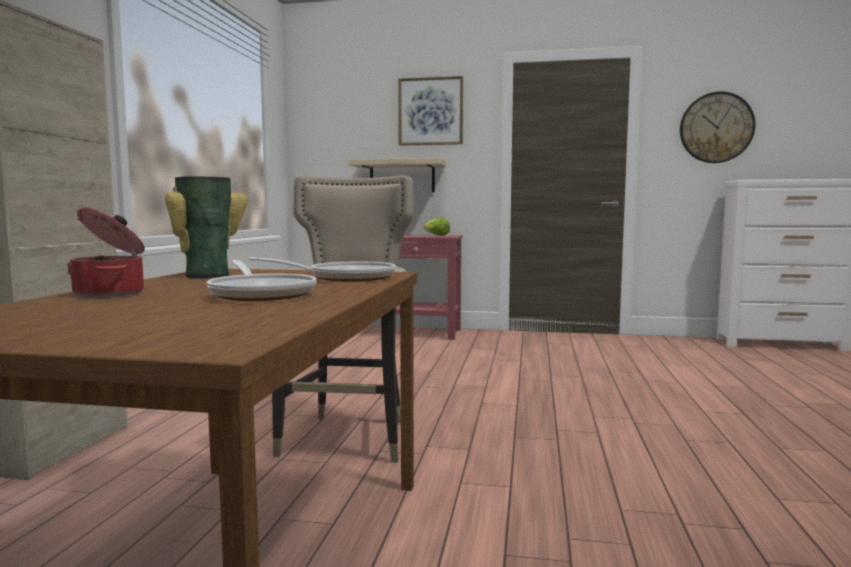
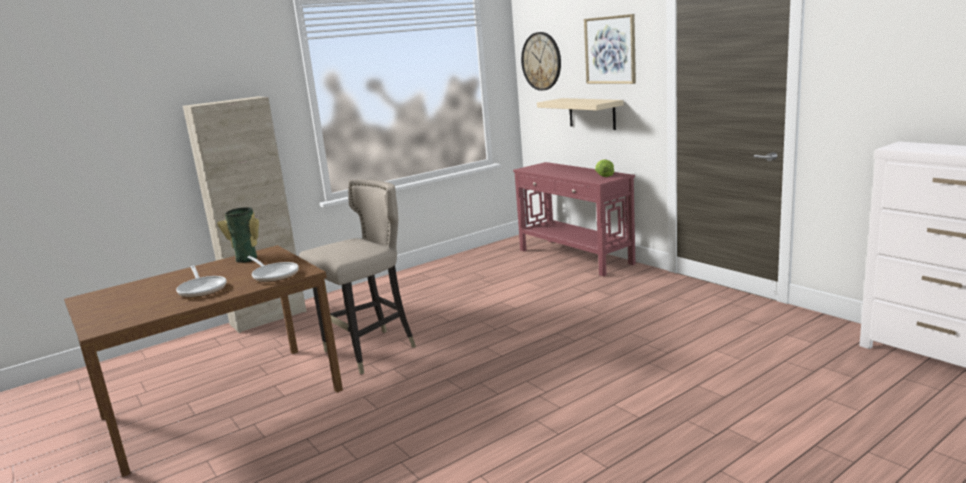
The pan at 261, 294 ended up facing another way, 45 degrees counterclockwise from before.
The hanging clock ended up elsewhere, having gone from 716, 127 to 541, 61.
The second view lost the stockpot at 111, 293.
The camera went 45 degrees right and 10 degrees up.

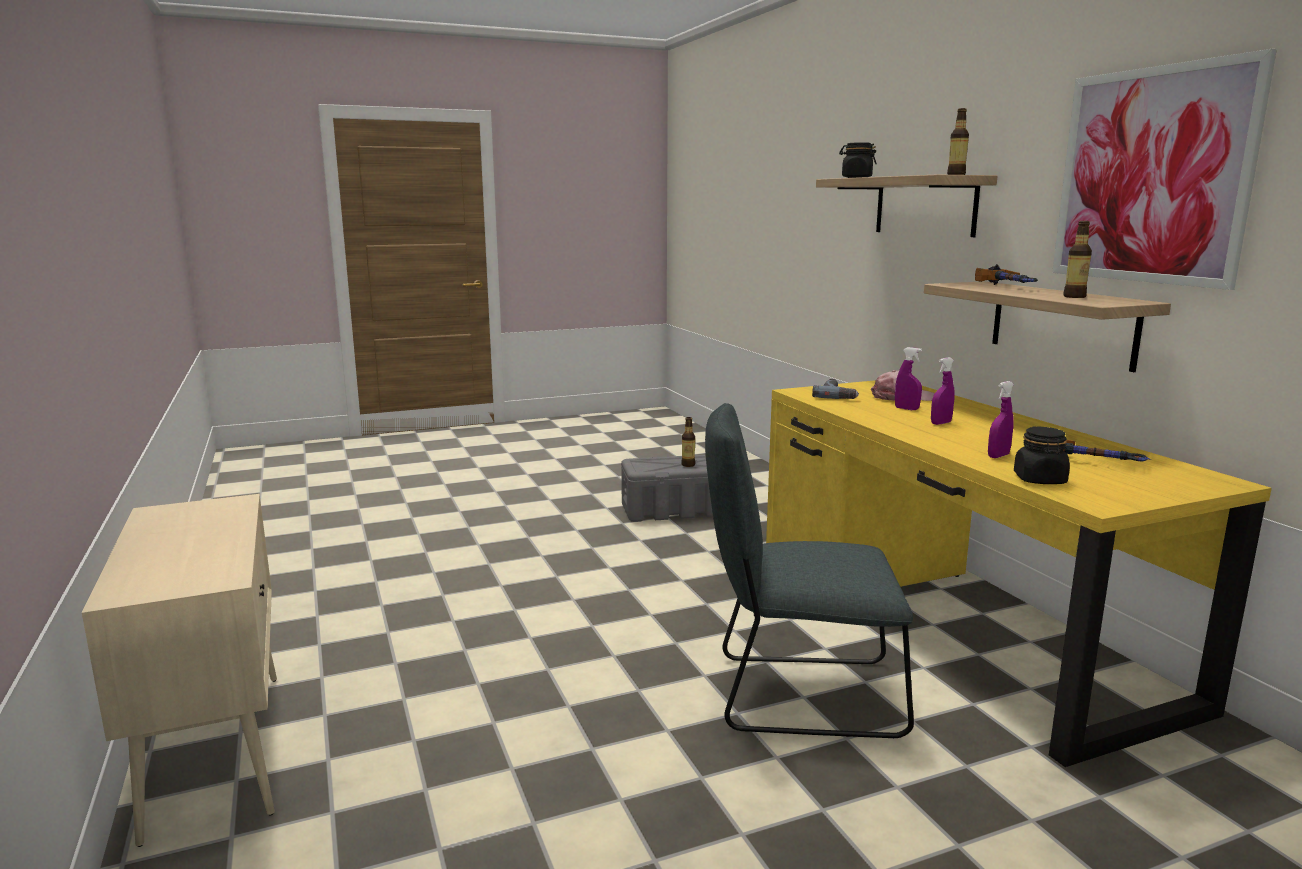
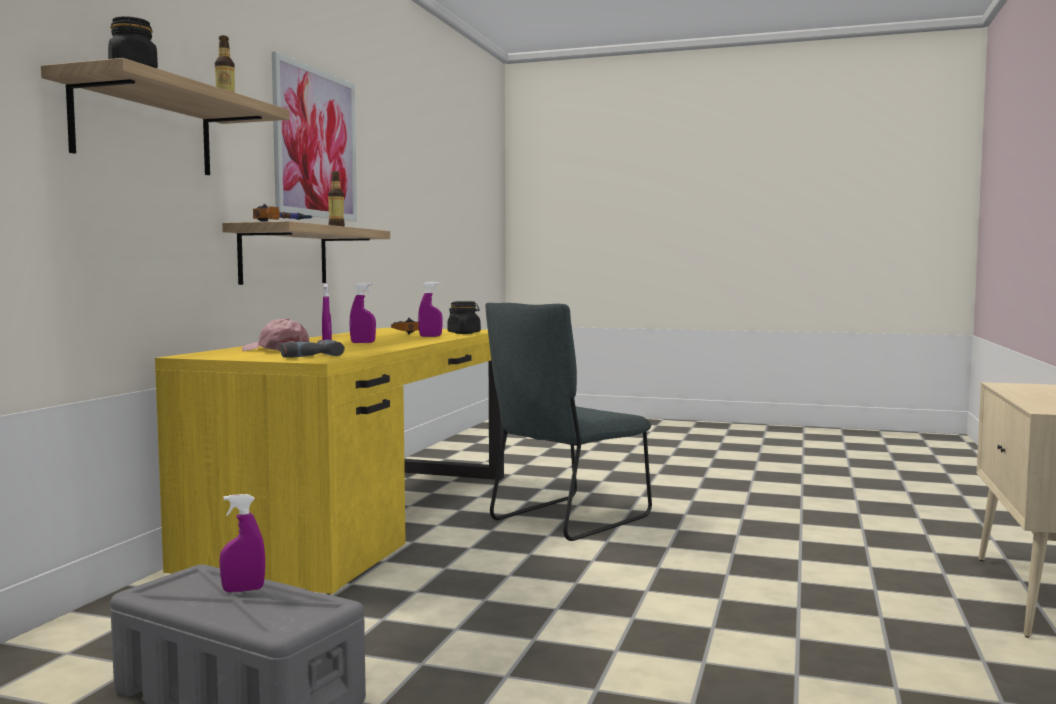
Where the drink bottle stood at 688, 465, the purplish spray bottle came to stand at 243, 590.
The grey upright chair at 798, 695 ended up facing another way, 90 degrees clockwise from before.
The camera went 140 degrees left and 10 degrees down.

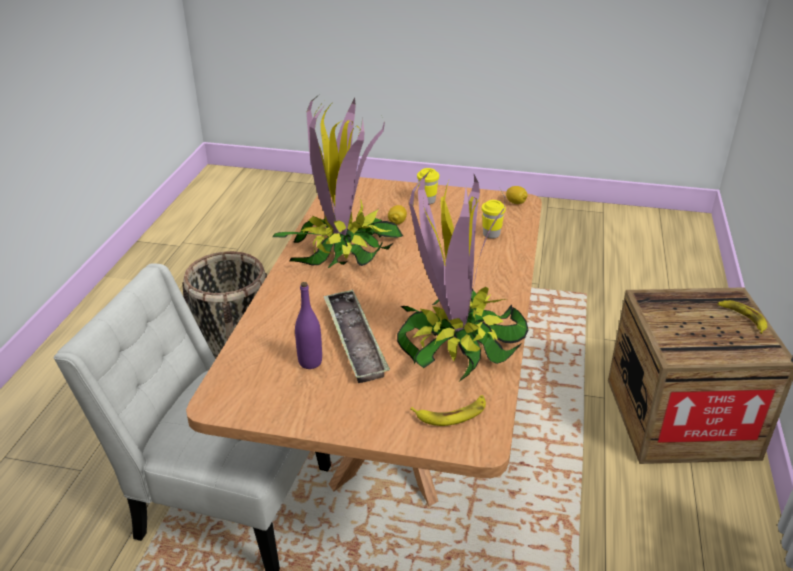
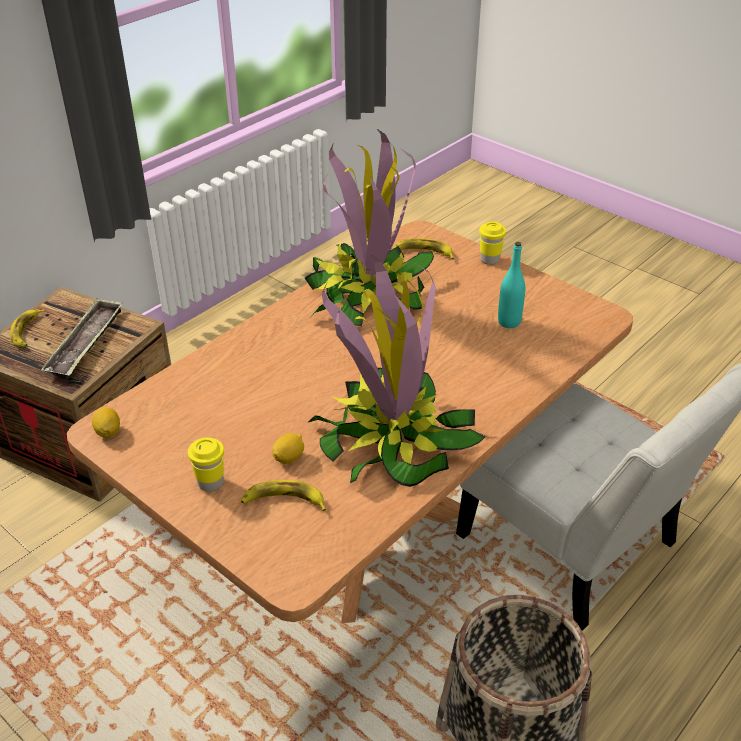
The serving tray ended up elsewhere, having gone from 354, 340 to 86, 343.
The second view gained the banana fruit at 283, 501.
The yellowish small cup ended up elsewhere, having gone from 491, 234 to 489, 260.
What was the purplish drink bottle at 310, 362 turned into the blue-green drink bottle at 509, 322.
The camera went 150 degrees left and 5 degrees up.

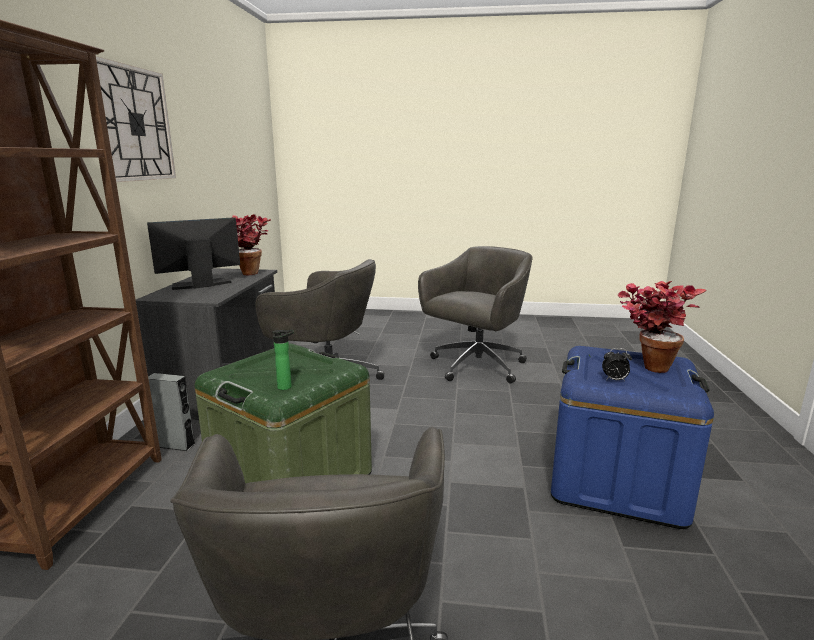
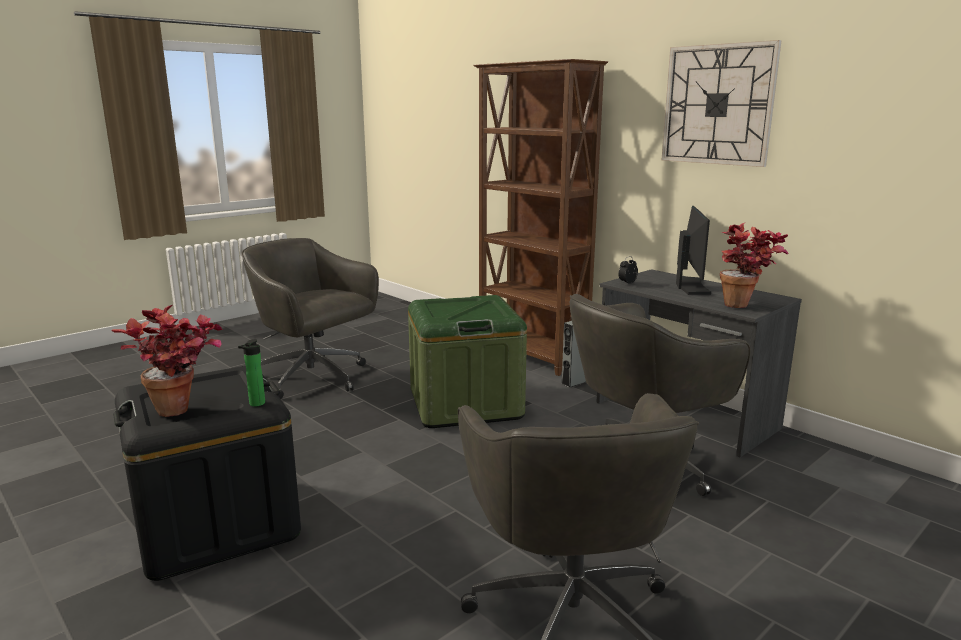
What was the bluish storage box at 617, 481 turned into the blackish storage box at 216, 524.
The drink bottle ended up elsewhere, having gone from 287, 387 to 255, 404.
The bedside clock ended up elsewhere, having gone from 614, 380 to 627, 283.
The camera went 130 degrees right and 0 degrees up.

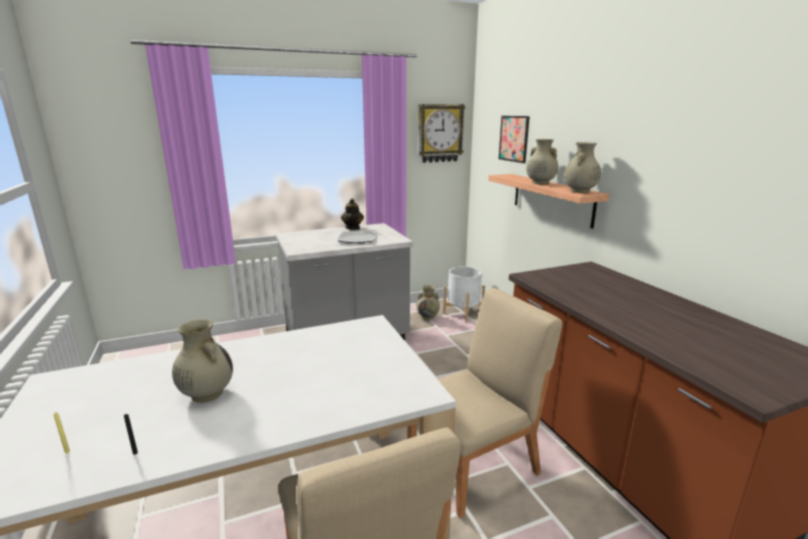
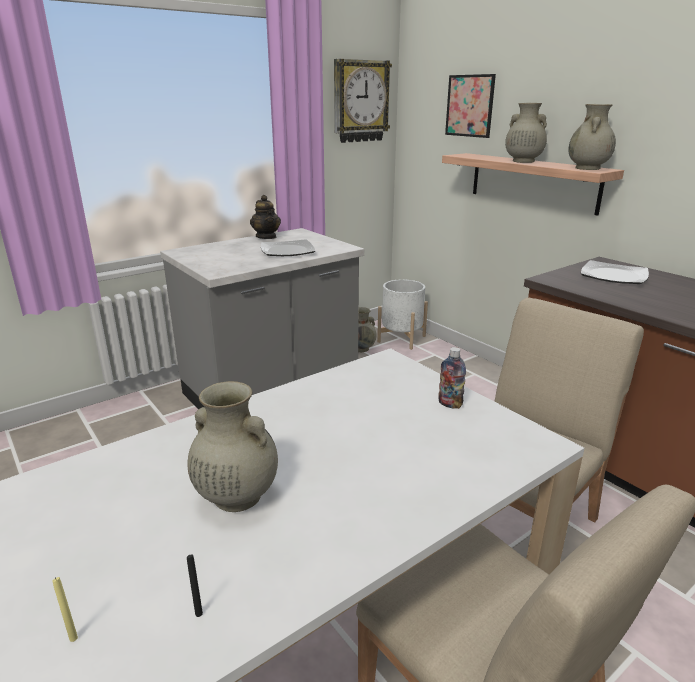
The second view gained the drink bottle at 450, 404.
The second view gained the flat dish at 613, 276.
The camera went 15 degrees left and 5 degrees up.

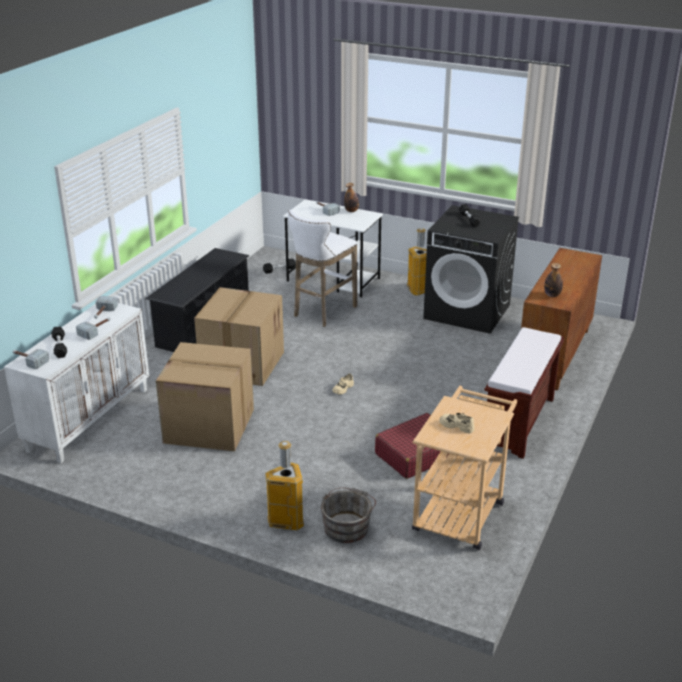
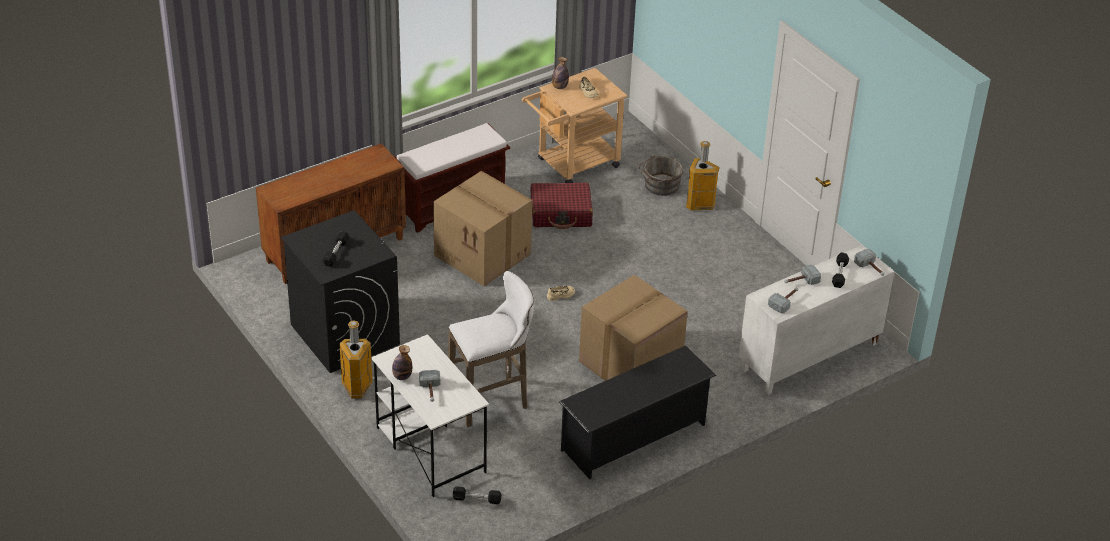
The carton ended up elsewhere, having gone from 208, 426 to 484, 254.
The drink bottle ended up elsewhere, having gone from 552, 295 to 559, 87.
The camera went 150 degrees left and 10 degrees up.

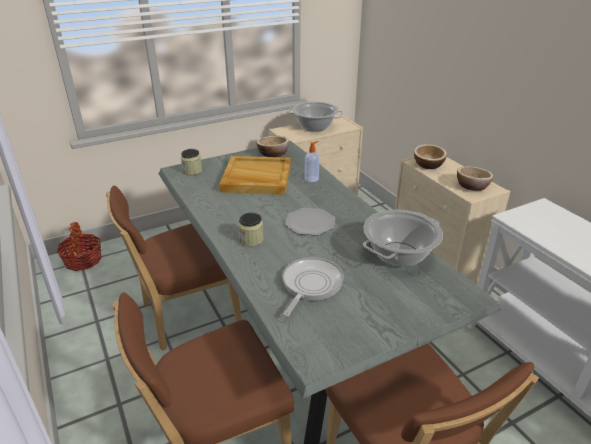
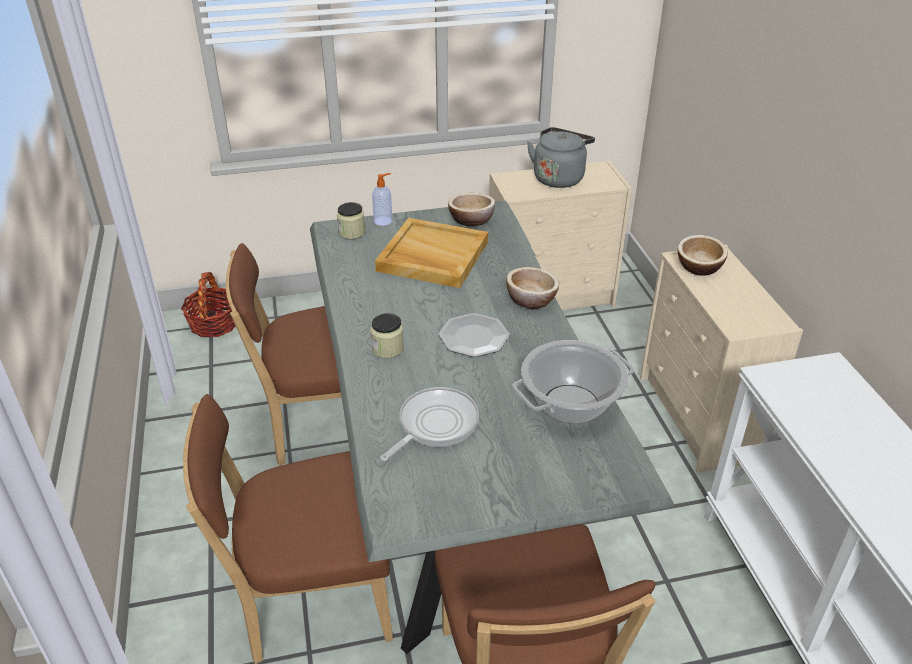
The liquid soap bottle ended up elsewhere, having gone from 312, 178 to 383, 221.
The serving bowl ended up elsewhere, having gone from 472, 186 to 531, 300.
Where the stockpot stood at 315, 126, the grey tea kettle came to stand at 559, 177.
The camera went 15 degrees right and 5 degrees up.

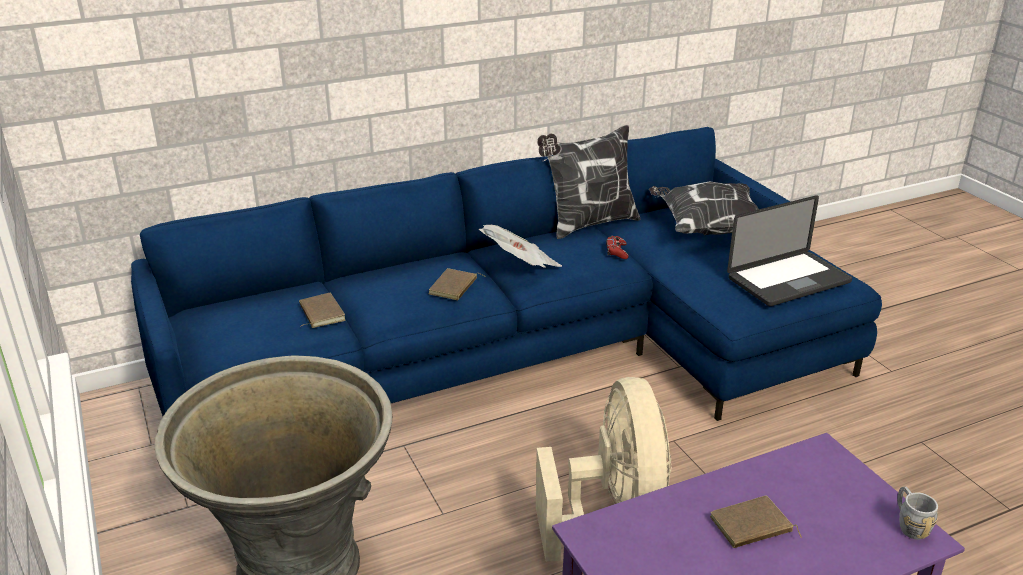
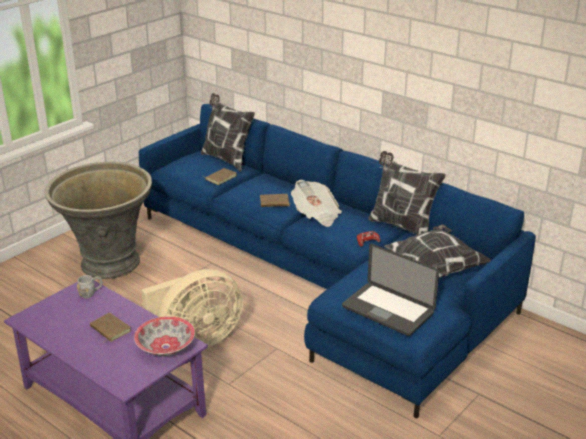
The grey mug ended up elsewhere, having gone from 909, 525 to 91, 293.
The second view gained the serving bowl at 165, 347.
The second view gained the throw pillow at 226, 159.
The camera went 65 degrees right and 0 degrees up.

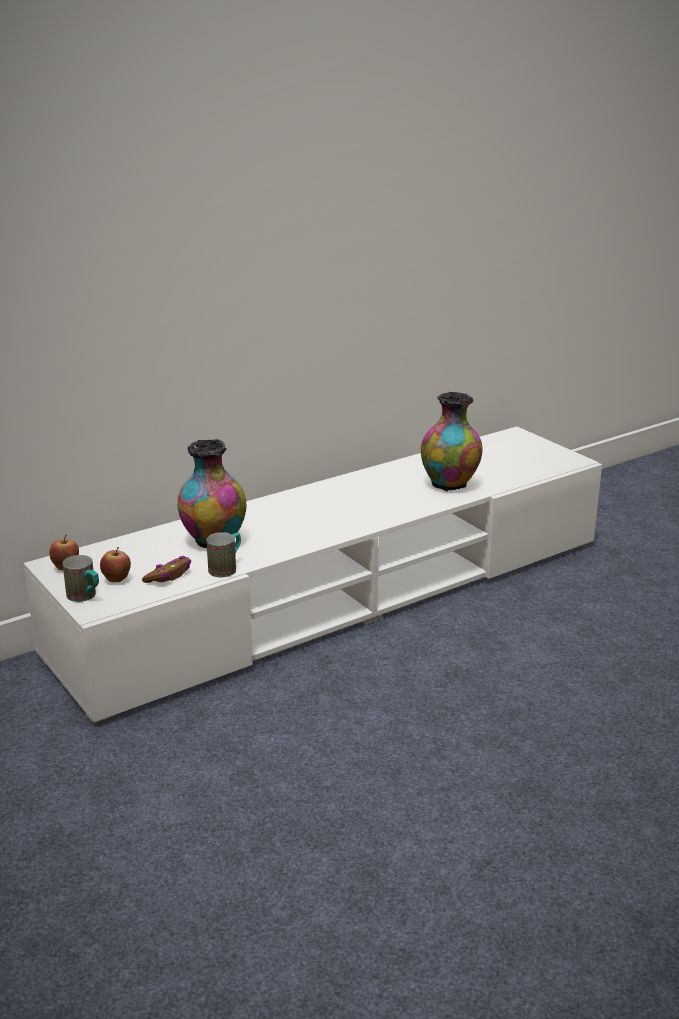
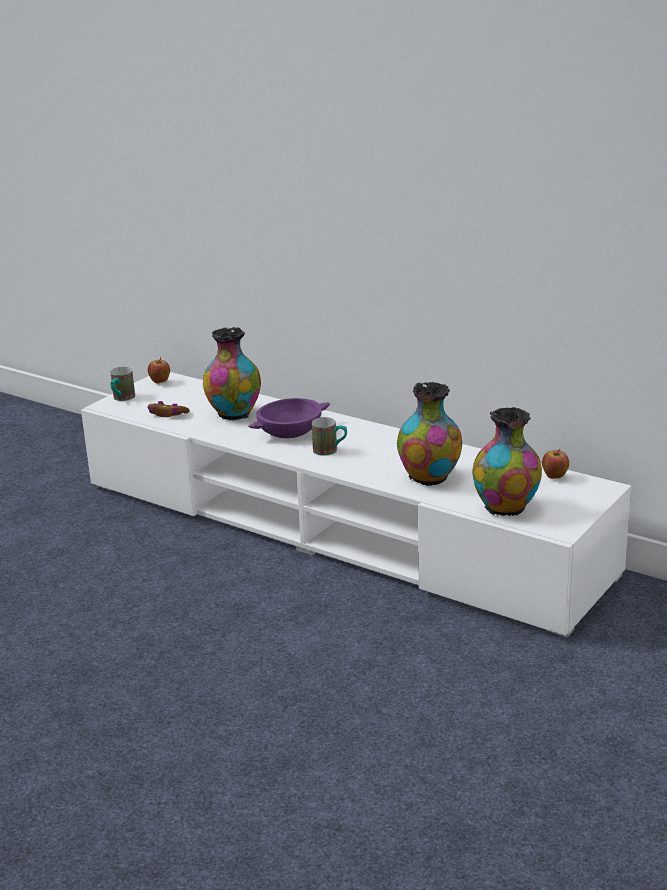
The second view gained the purplish serving bowl at 290, 432.
The mug ended up elsewhere, having gone from 226, 568 to 330, 451.
The second view gained the flower vase at 506, 508.
The apple fruit ended up elsewhere, having gone from 117, 580 to 554, 477.
The camera went 70 degrees right and 0 degrees up.

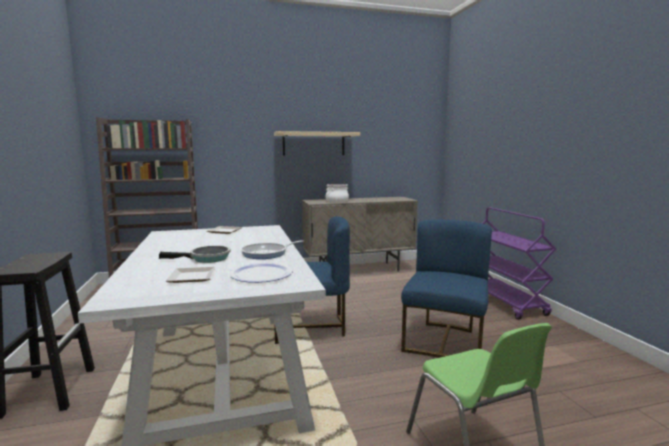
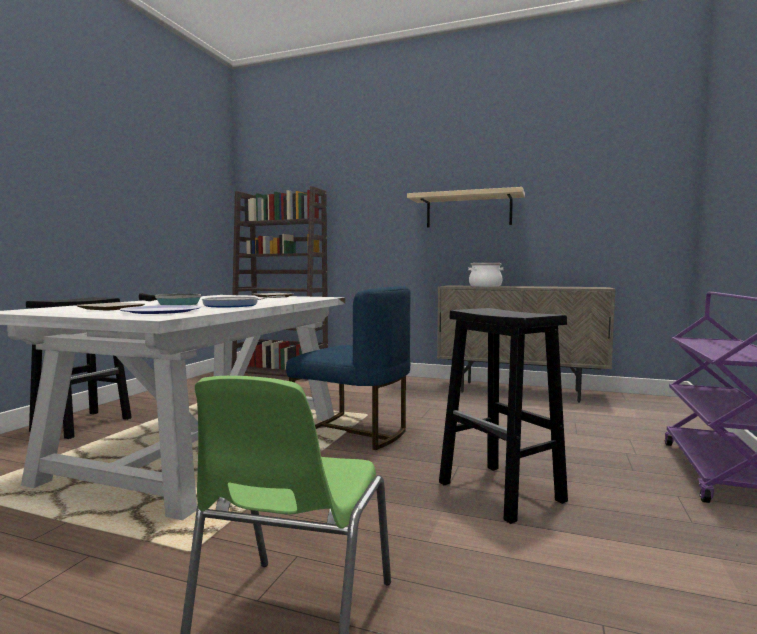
Where the bluish upright chair stood at 444, 342, the blackish sitting stool came to stand at 502, 492.
The camera went 35 degrees right and 5 degrees down.

